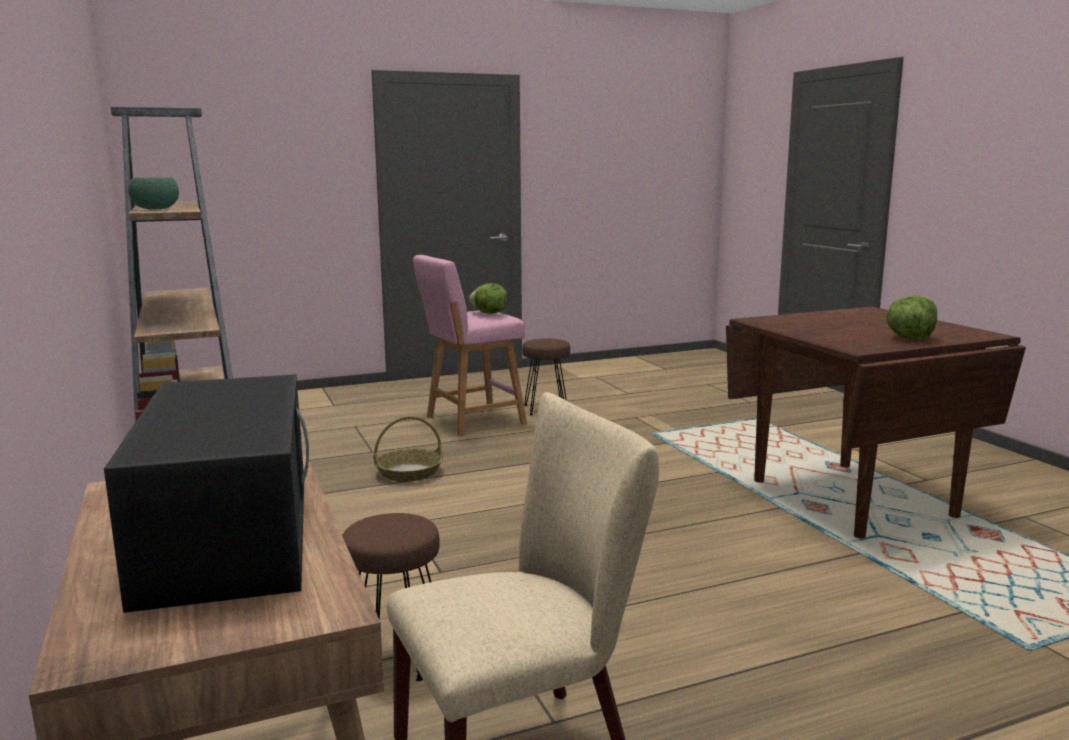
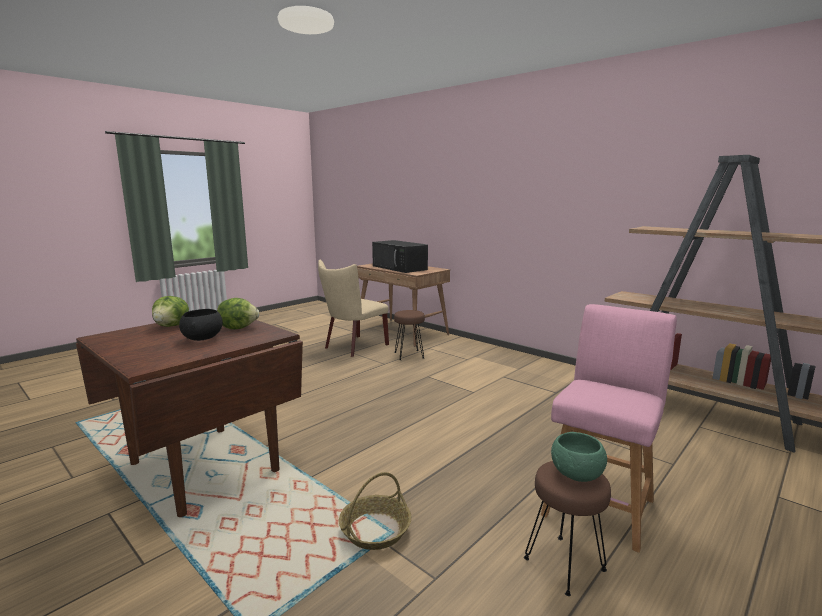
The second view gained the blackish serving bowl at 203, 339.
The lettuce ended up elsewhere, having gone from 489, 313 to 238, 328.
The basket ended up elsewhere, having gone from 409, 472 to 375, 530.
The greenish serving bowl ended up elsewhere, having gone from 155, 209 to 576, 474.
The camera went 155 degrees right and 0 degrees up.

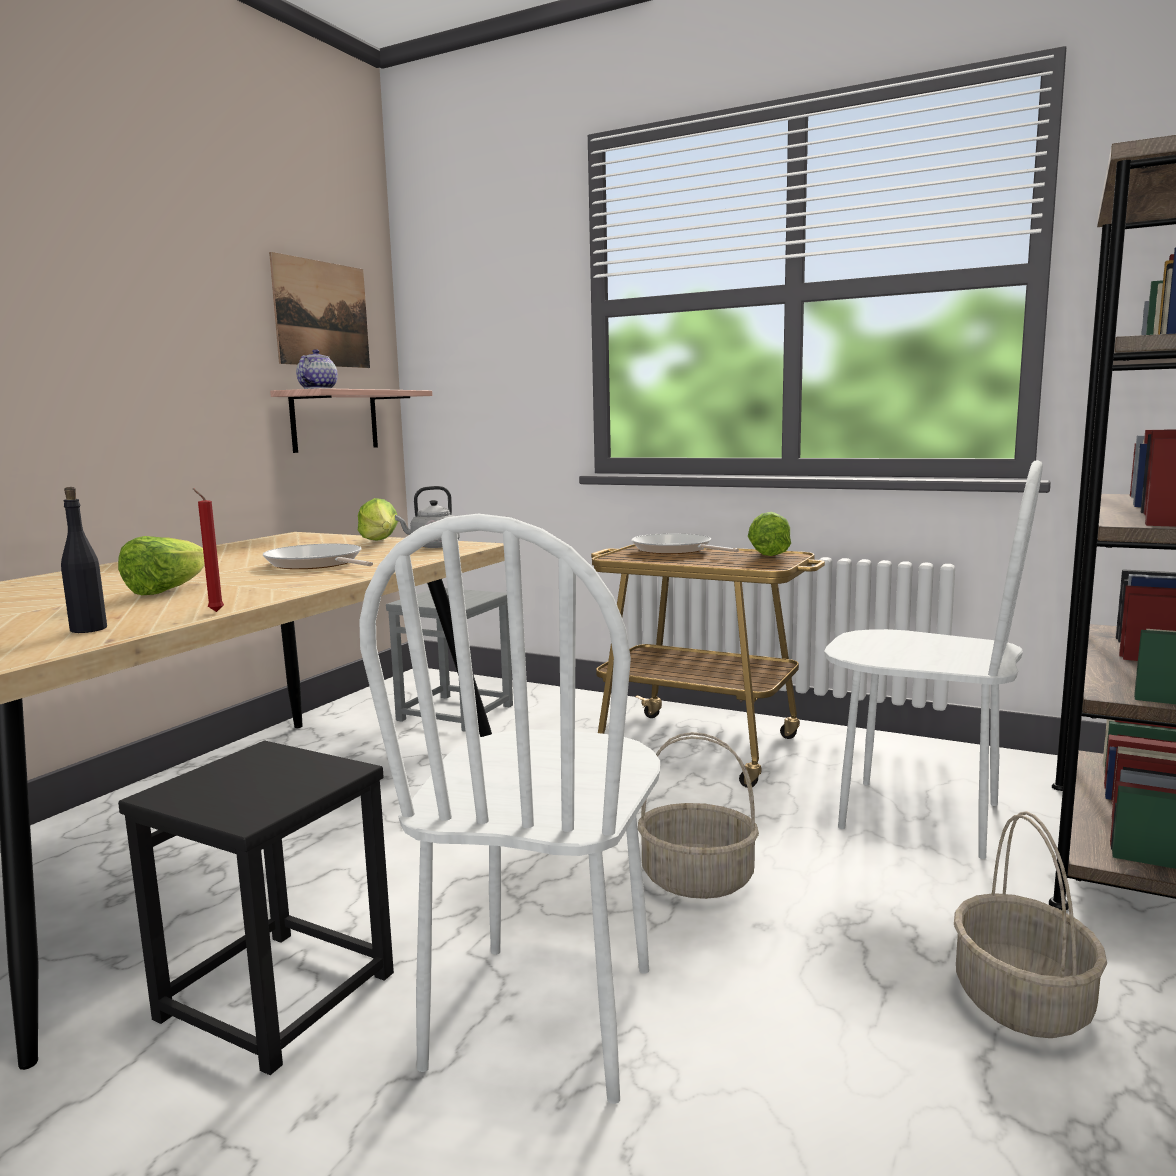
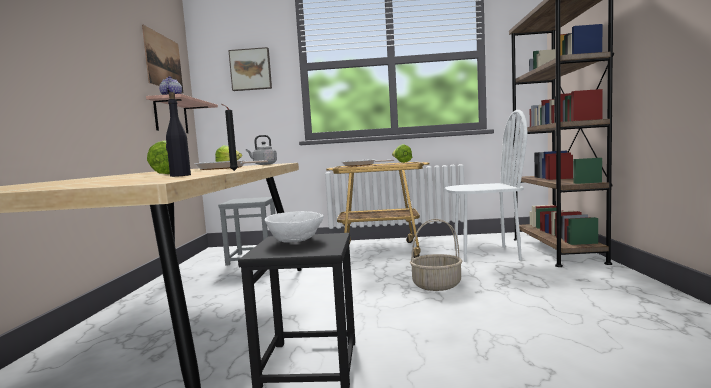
What was the reddish wax candle at 214, 611 turned into the blackish wax candle at 232, 171.
The second view gained the wall art at 251, 70.
The second view gained the whitish serving bowl at 295, 240.
The second view lost the whitish upright chair at 544, 1016.
The second view lost the basket at 1023, 1002.
The camera went 25 degrees left and 5 degrees down.

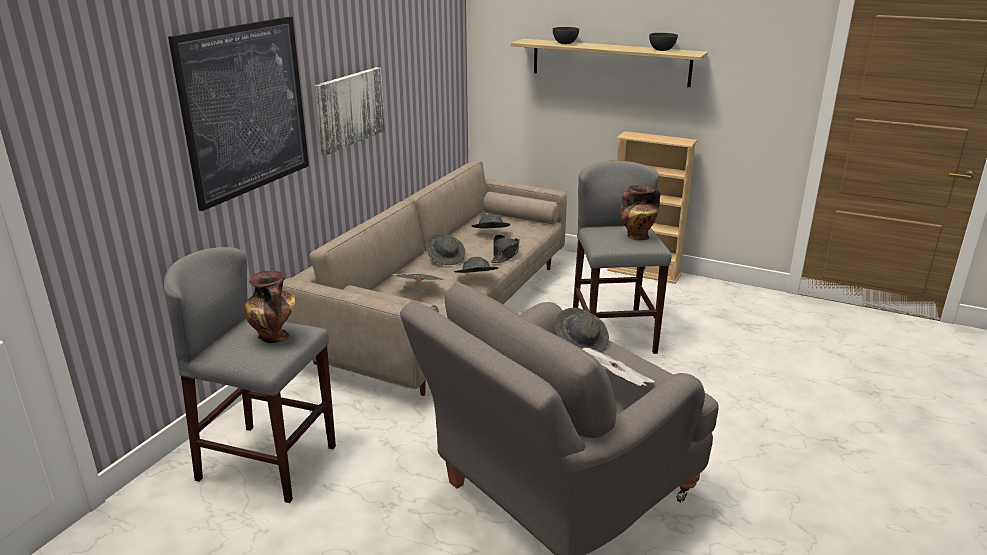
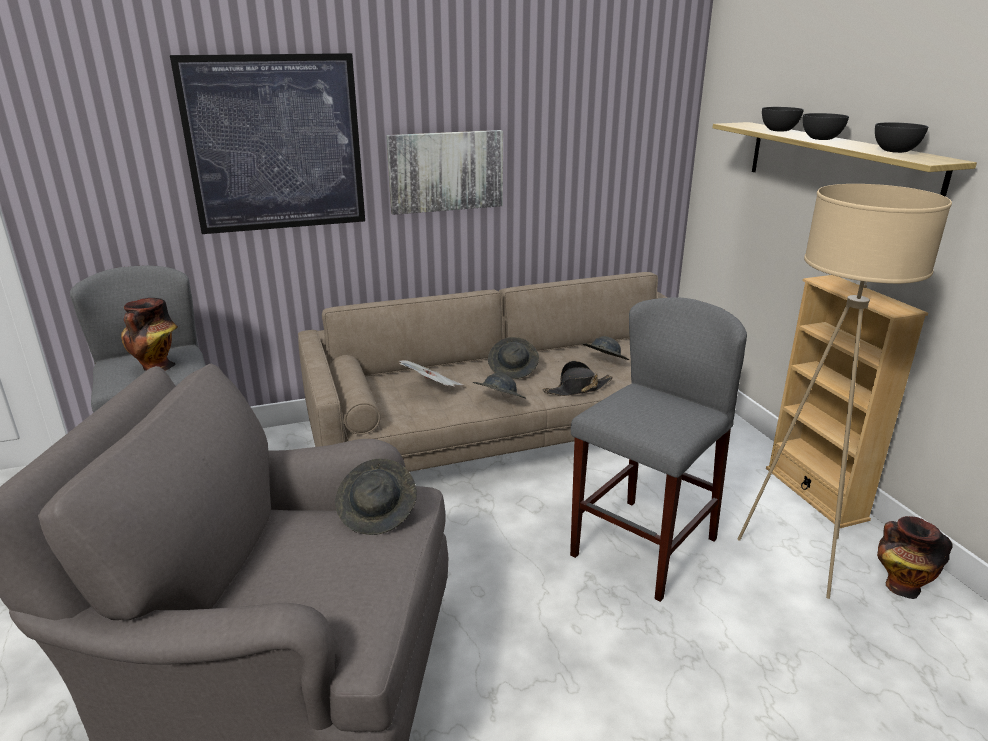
The second view gained the sand-coloured floor lamp at 798, 556.
The second view gained the grey serving bowl at 821, 139.
The flower vase ended up elsewhere, having gone from 637, 236 to 900, 586.
The second view lost the newspaper at 617, 384.
The camera went 45 degrees right and 0 degrees up.

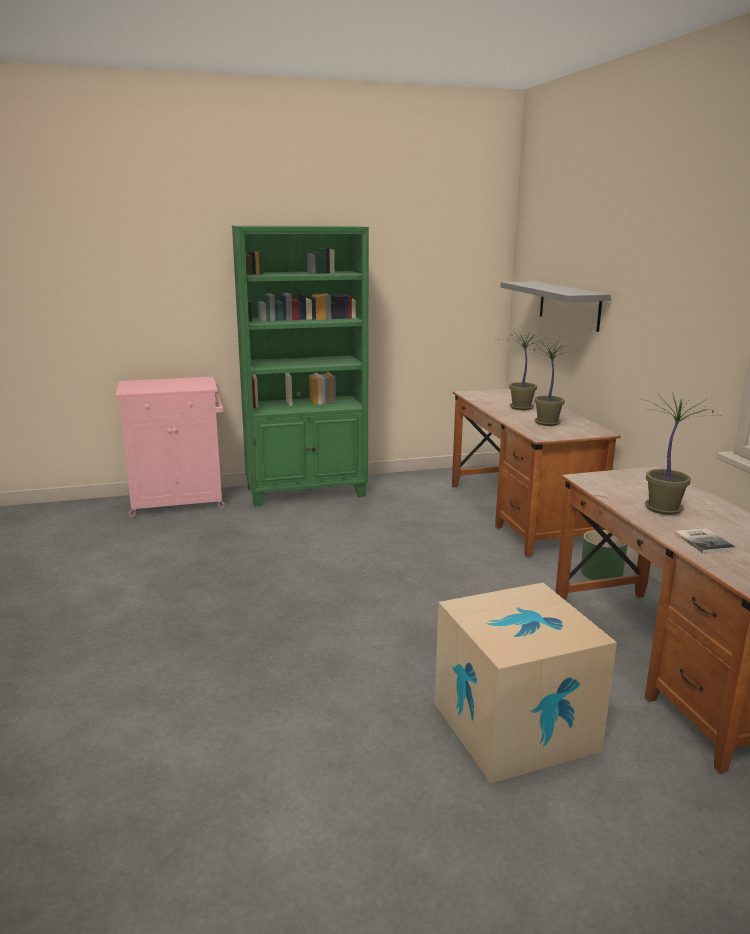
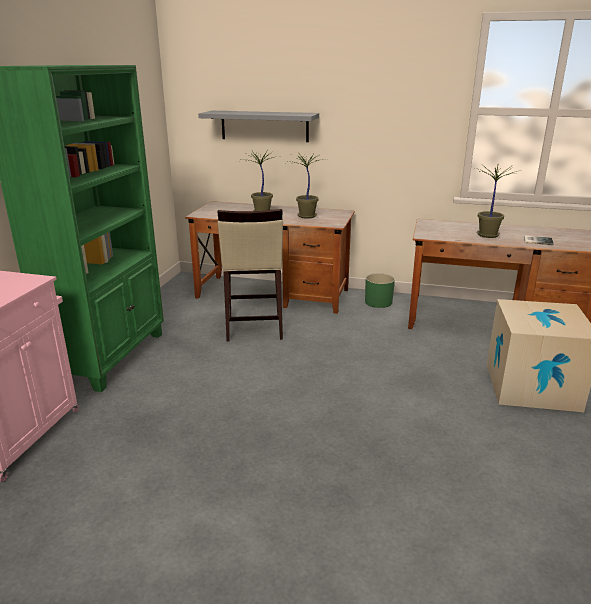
The second view gained the sand-coloured sitting stool at 253, 327.
The camera went 60 degrees left and 5 degrees up.

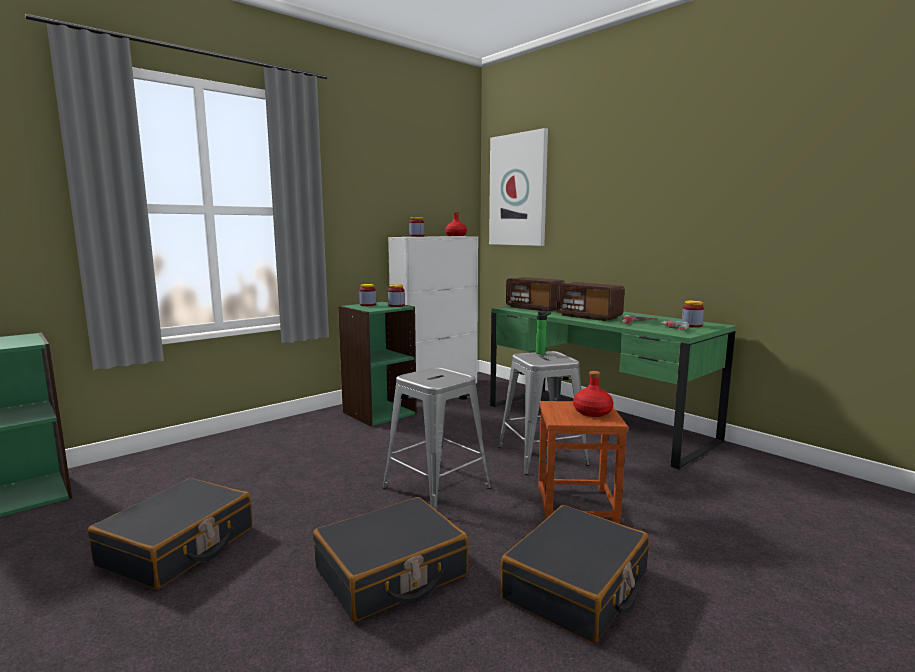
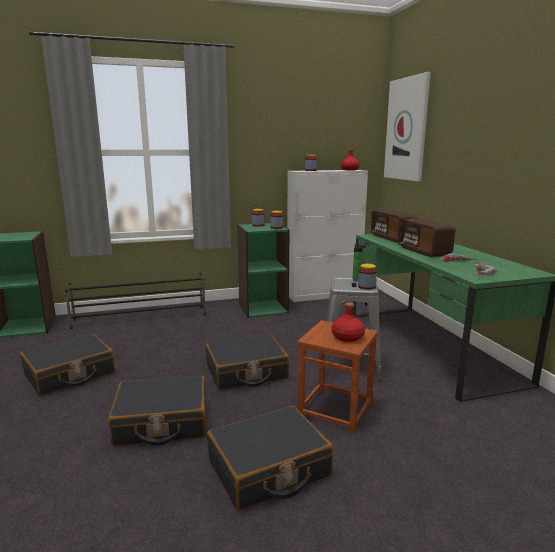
The second view gained the blackish shoe rack at 141, 317.
Where the grey sitting stool stood at 436, 488, the blackish travel case came to stand at 246, 372.
The jar ended up elsewhere, having gone from 691, 326 to 366, 287.
The camera went 25 degrees right and 5 degrees up.

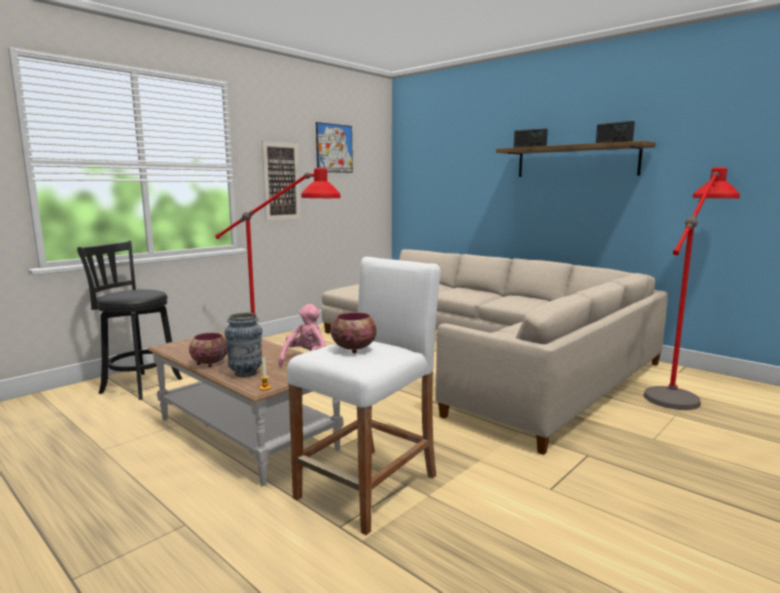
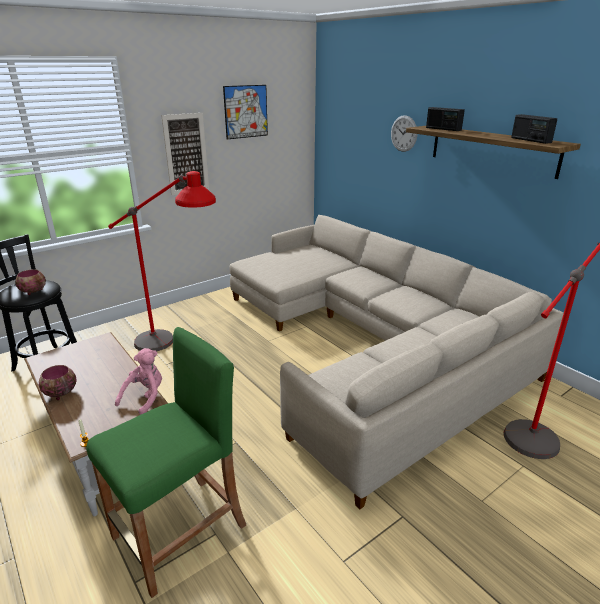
The serving bowl ended up elsewhere, having gone from 354, 349 to 34, 291.
What was the whitish sitting stool at 368, 487 turned into the greenish sitting stool at 180, 532.
The second view gained the hanging clock at 404, 133.
The second view lost the flower vase at 246, 373.
The camera went 10 degrees right and 15 degrees up.

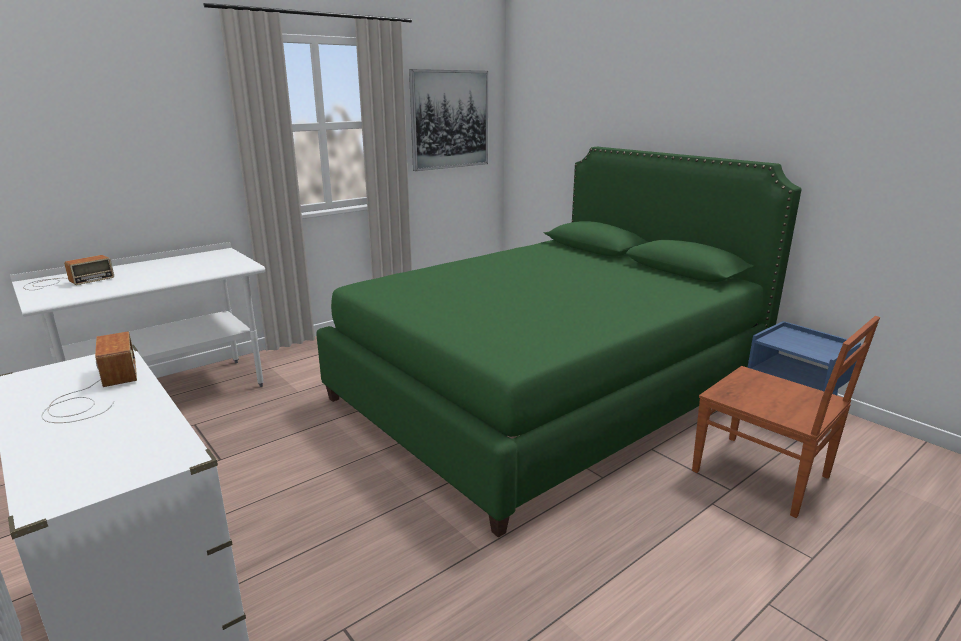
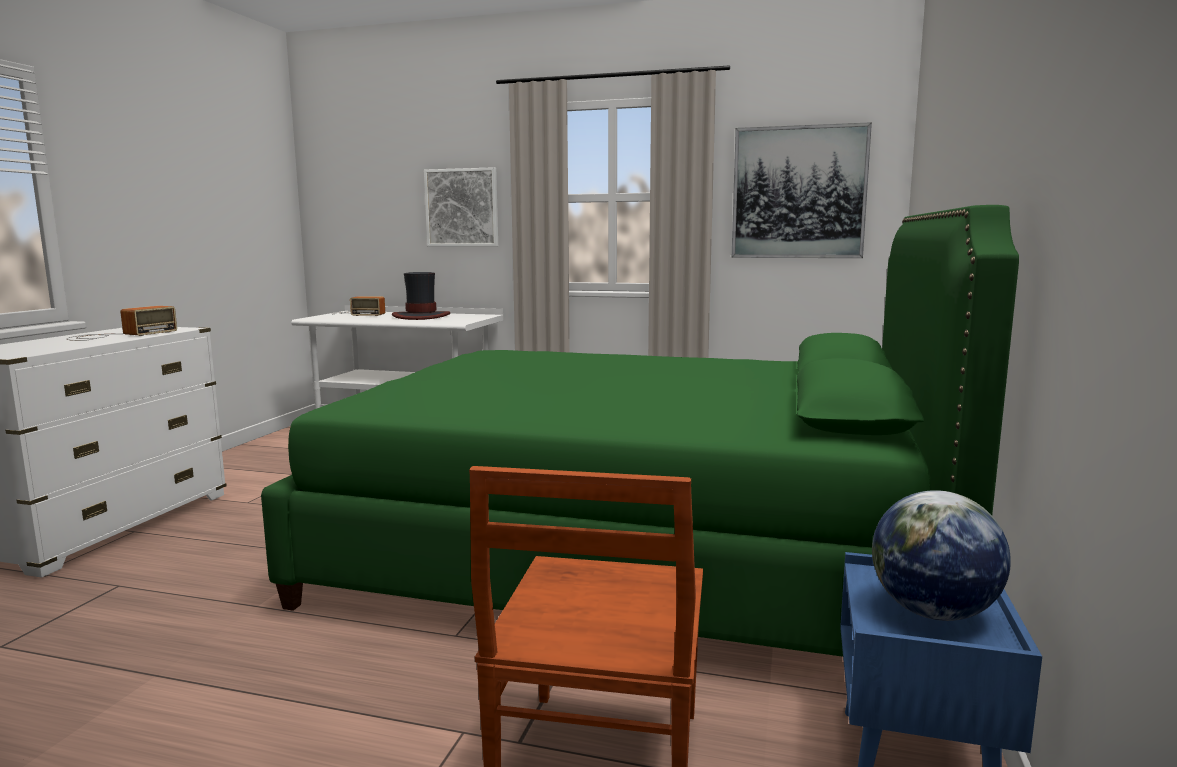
The second view gained the clothing hat at 421, 316.
The second view gained the wall art at 462, 208.
The second view gained the globe at 932, 612.
The camera went 55 degrees right and 10 degrees down.

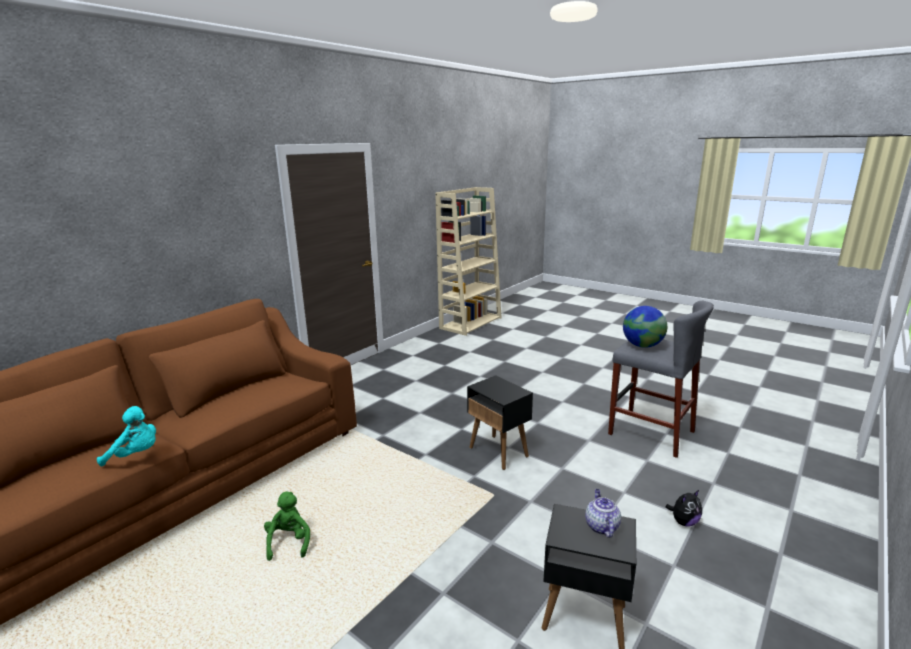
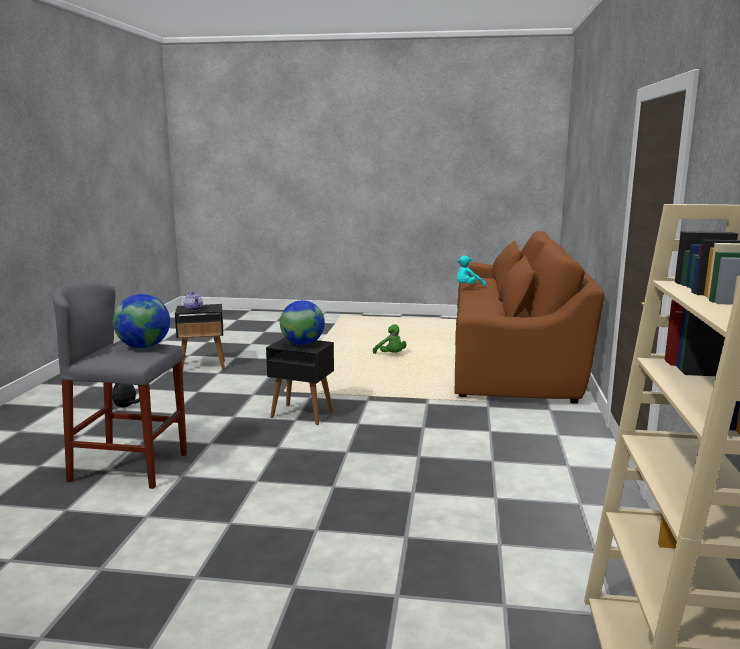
The second view gained the globe at 302, 344.
The camera went 150 degrees right and 5 degrees down.

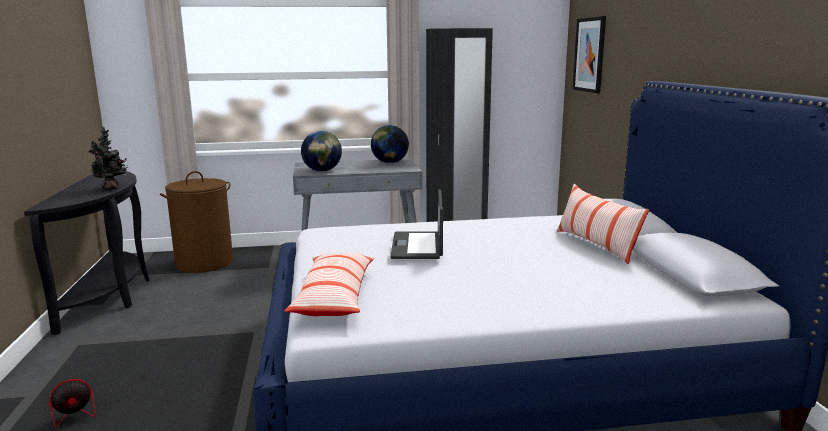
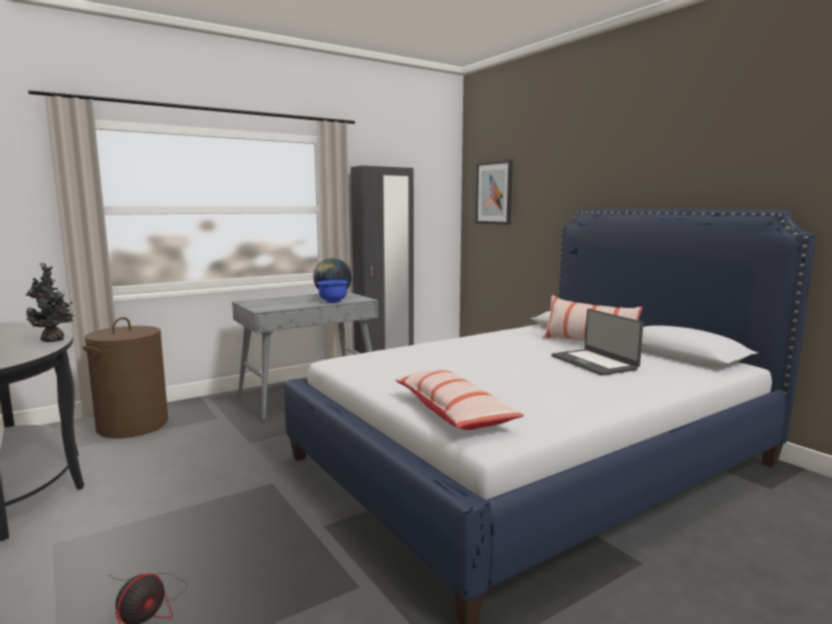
The second view gained the bluish serving bowl at 332, 301.
The portable computer ended up elsewhere, having gone from 418, 246 to 594, 362.
The second view lost the globe at 322, 171.
The camera went 25 degrees left and 5 degrees down.

